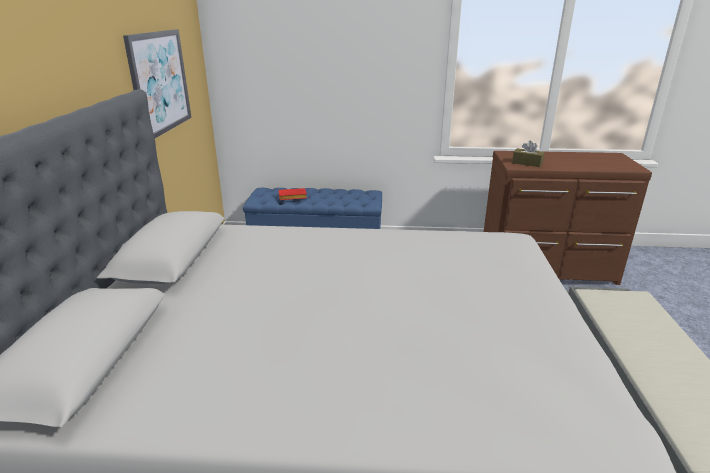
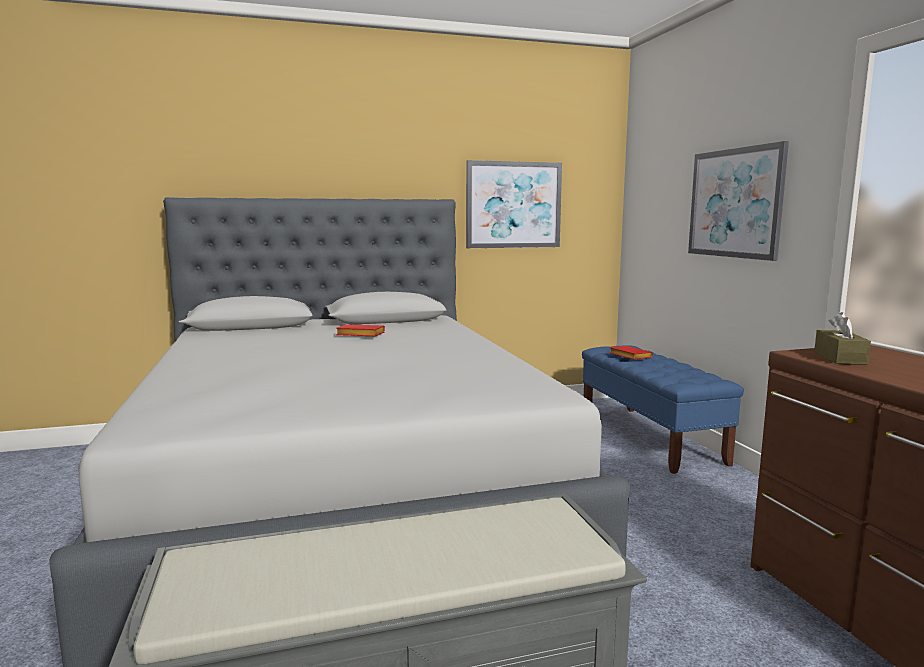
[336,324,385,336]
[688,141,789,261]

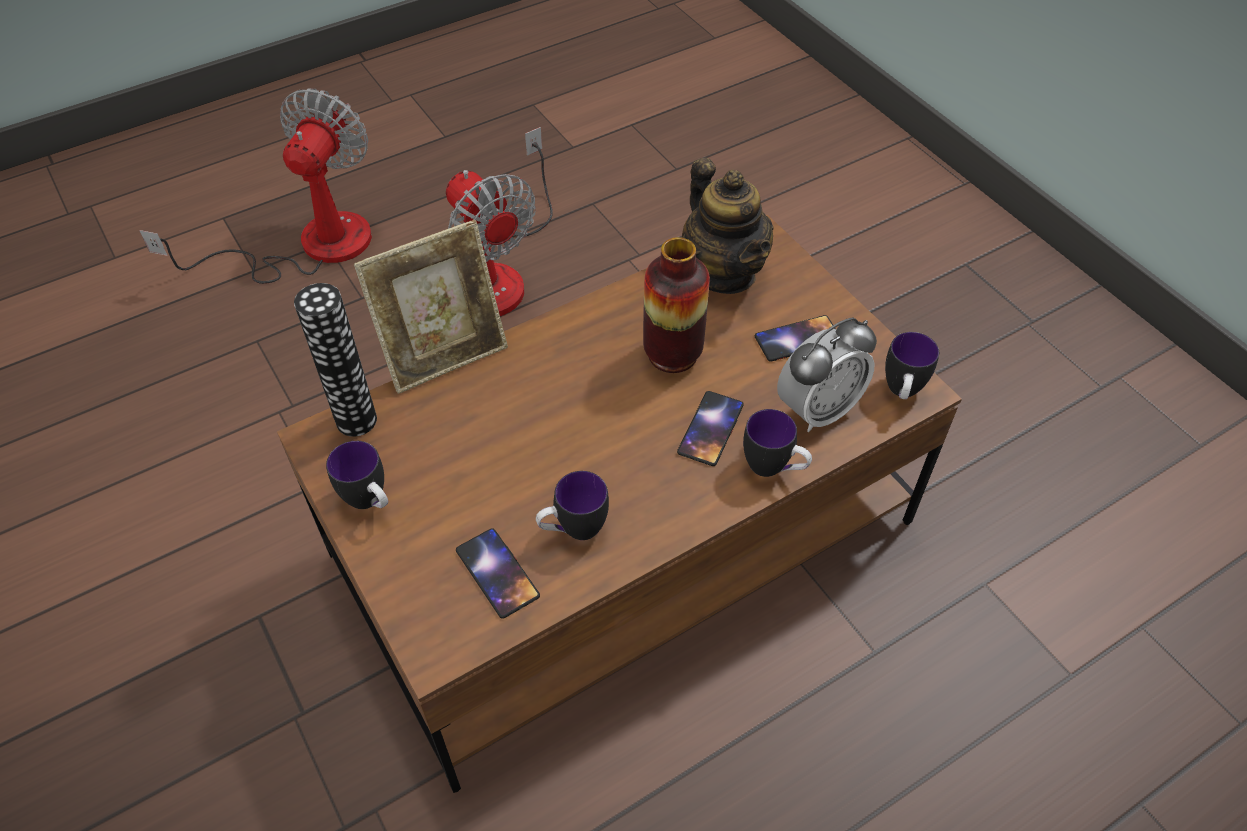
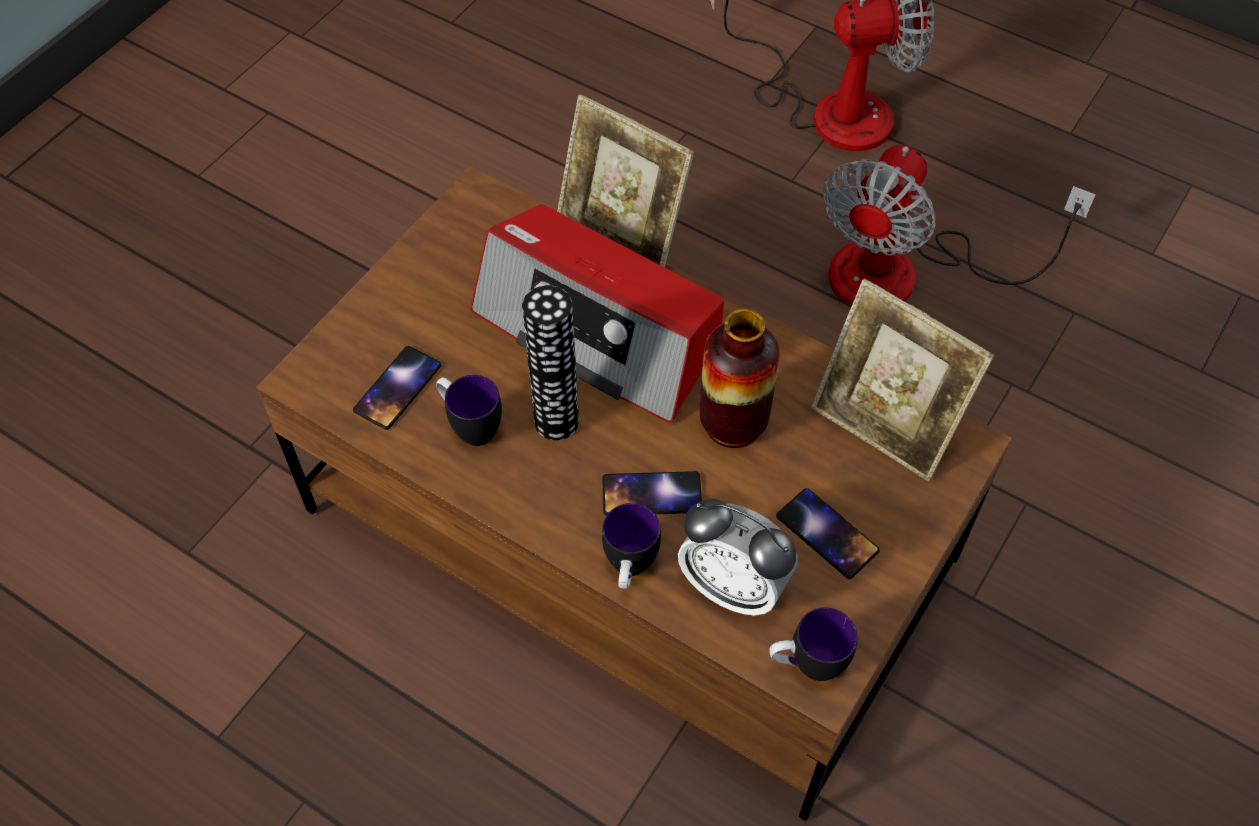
[326,441,388,509] (first image)
[470,204,724,424]
[522,285,579,440]
[811,279,994,482]

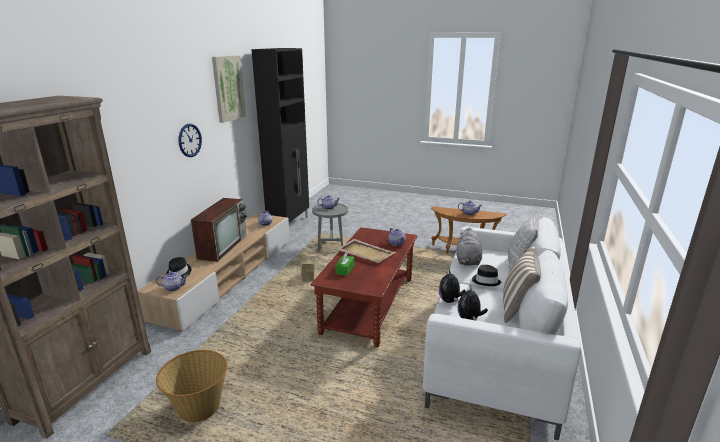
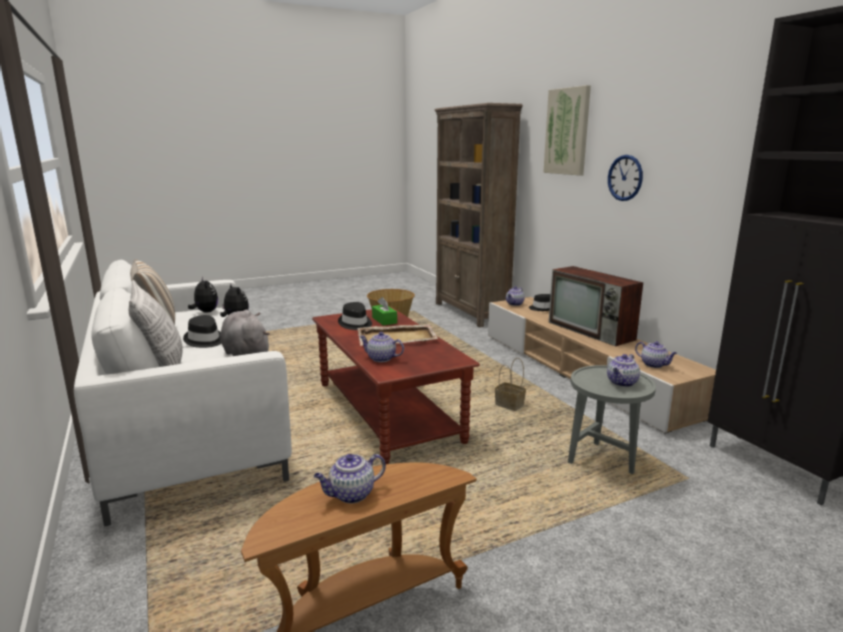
[338,302,372,330]
[543,85,591,175]

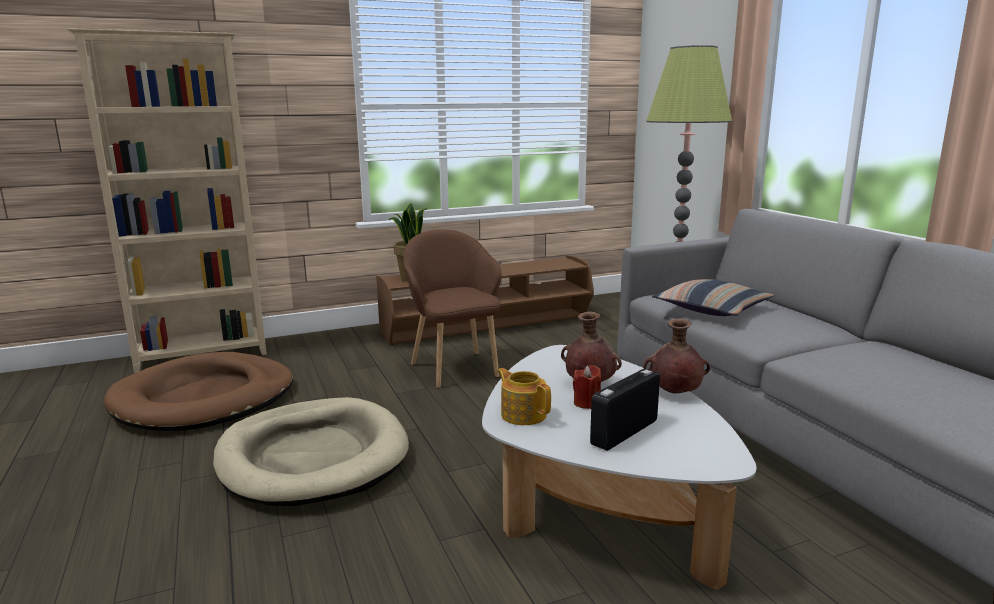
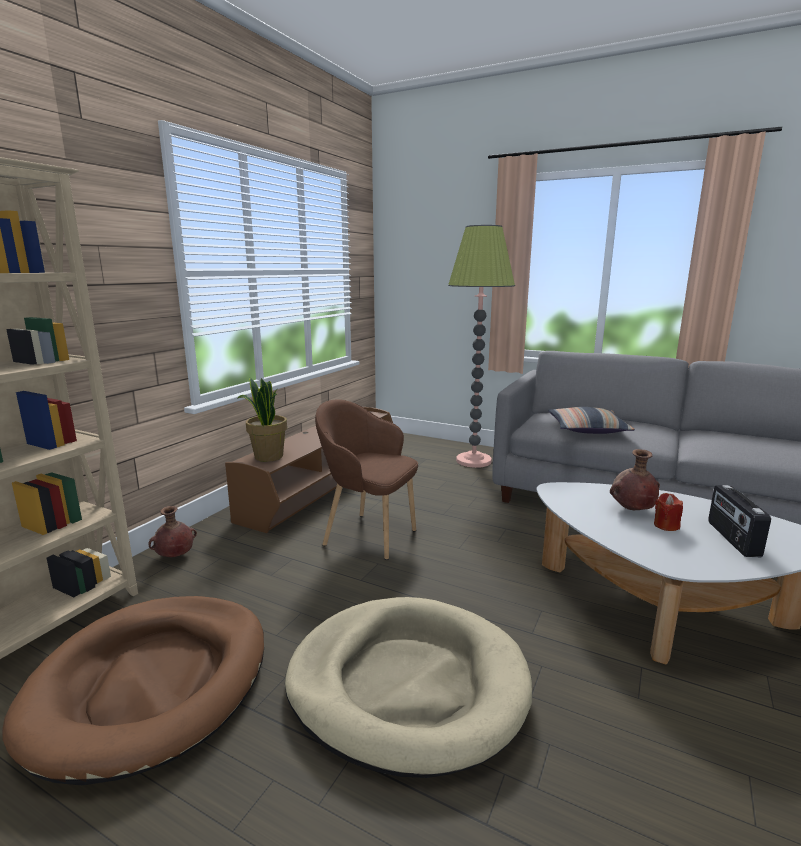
[497,368,551,425] (first image)
[148,506,197,557]

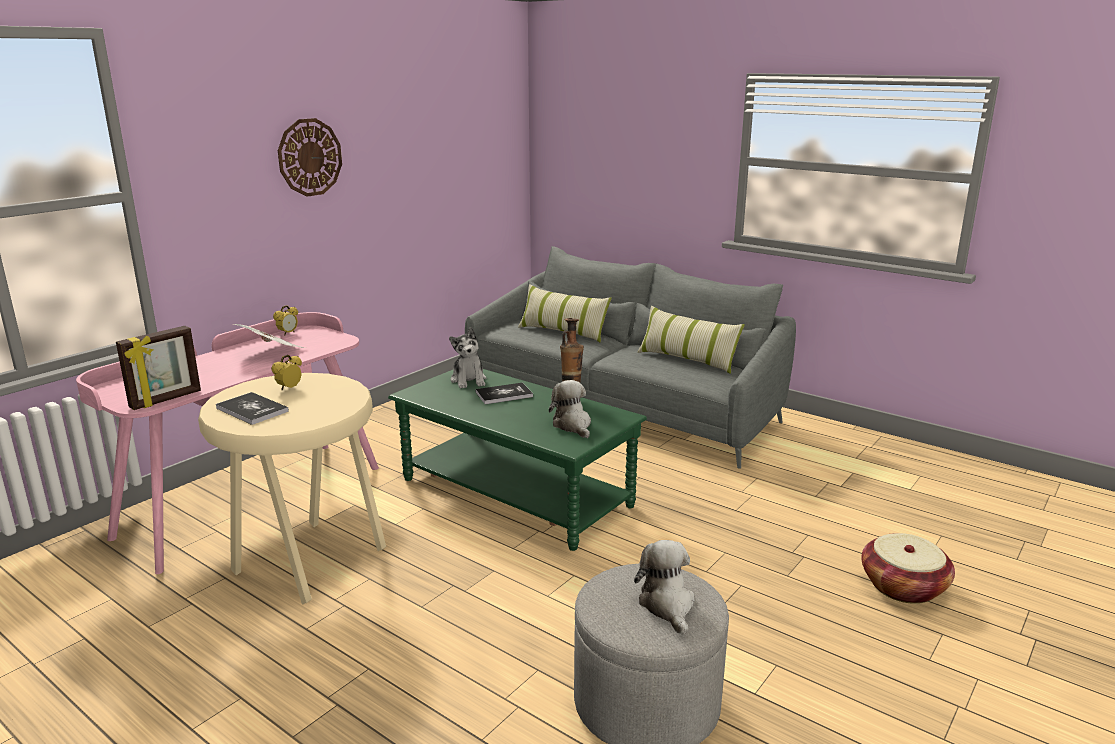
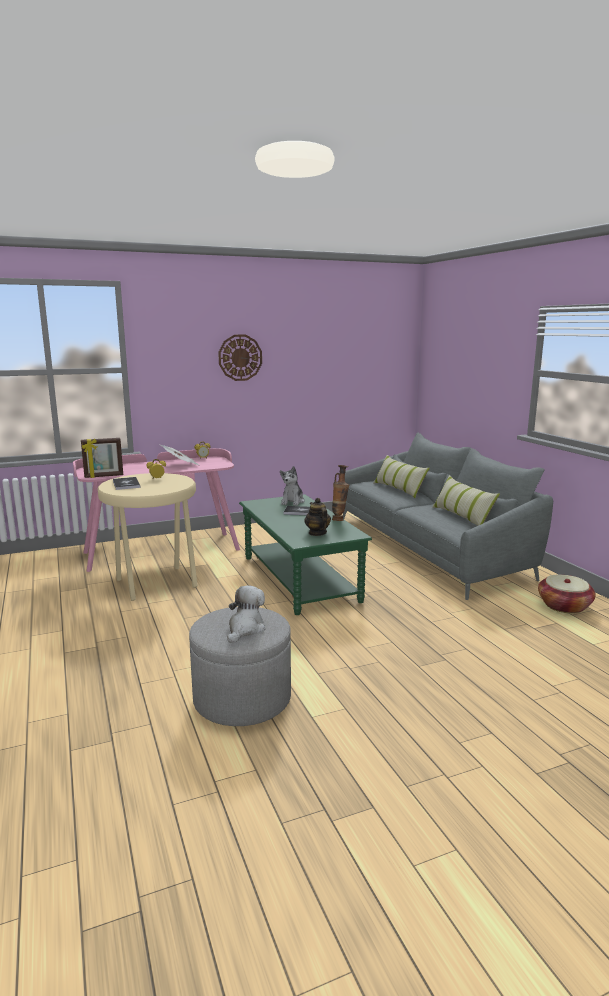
[538,575,596,614]
[304,498,331,536]

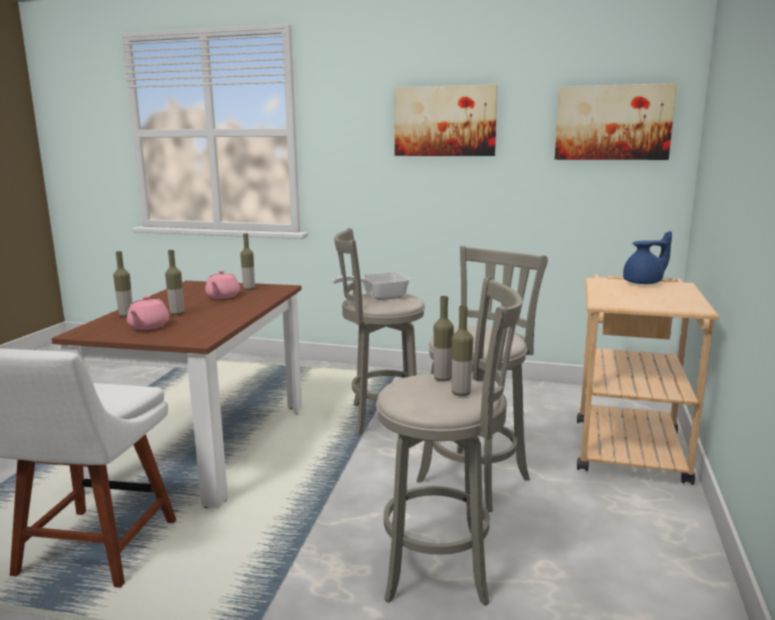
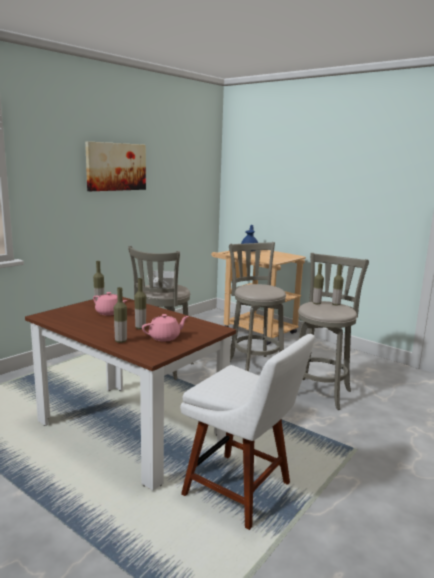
[555,83,677,160] (first image)
[142,314,189,341]

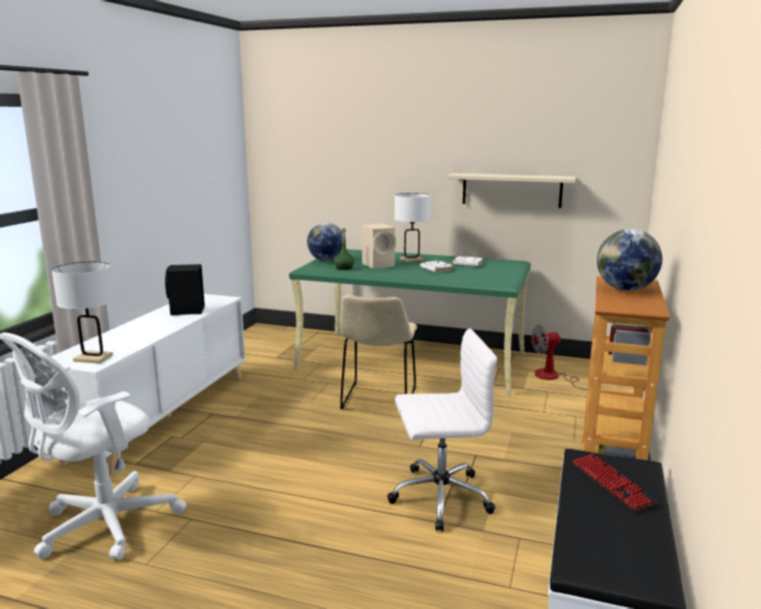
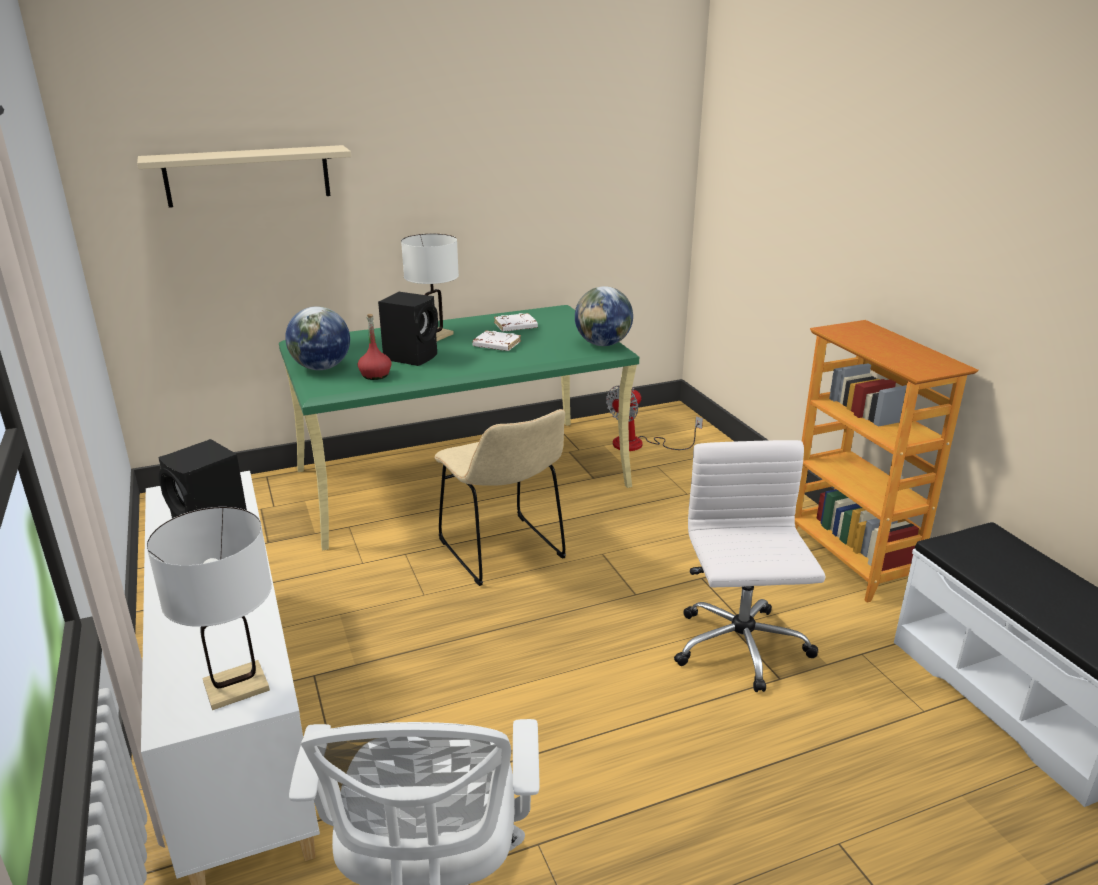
[572,453,658,512] (first image)
[137,145,351,208]
[575,286,633,346]
[358,314,392,380]
[378,292,438,366]
[674,440,825,692]

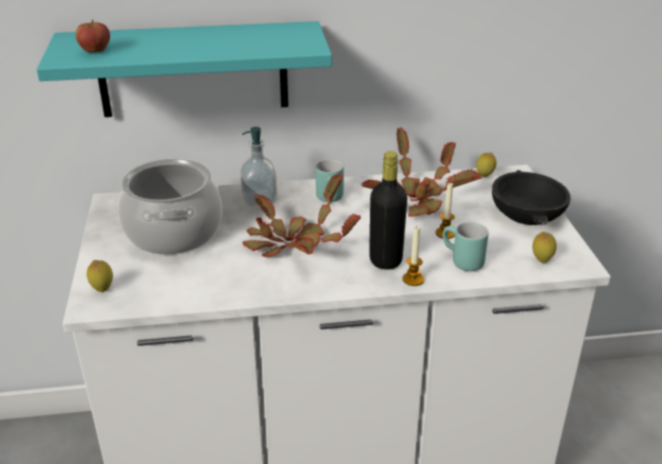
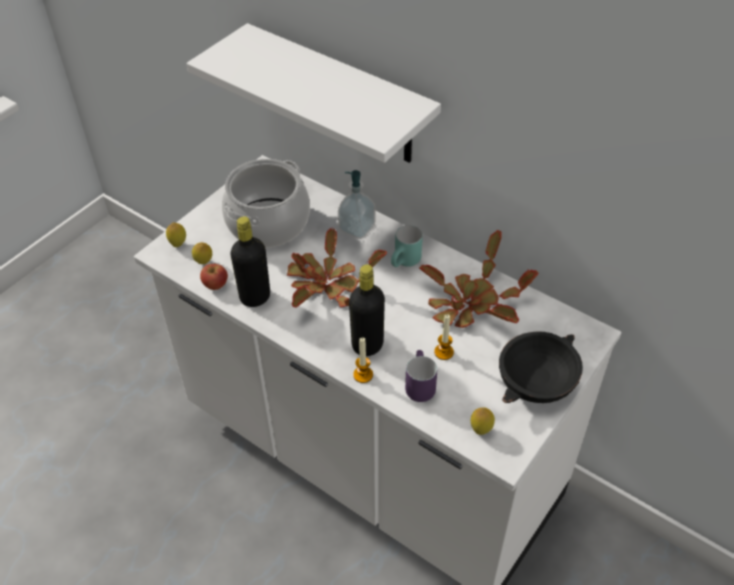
[230,216,270,307]
[200,264,228,290]
[192,242,212,264]
[186,23,441,163]
[405,350,437,402]

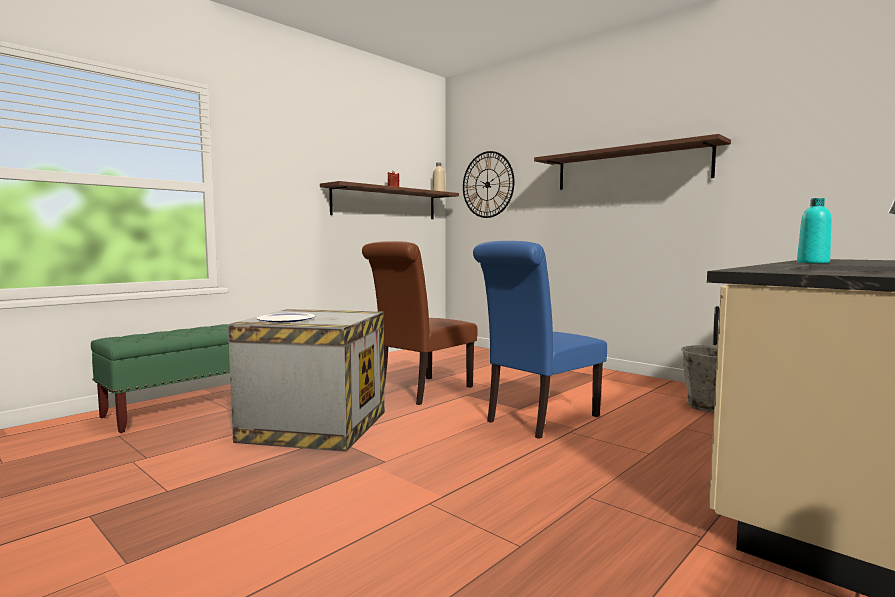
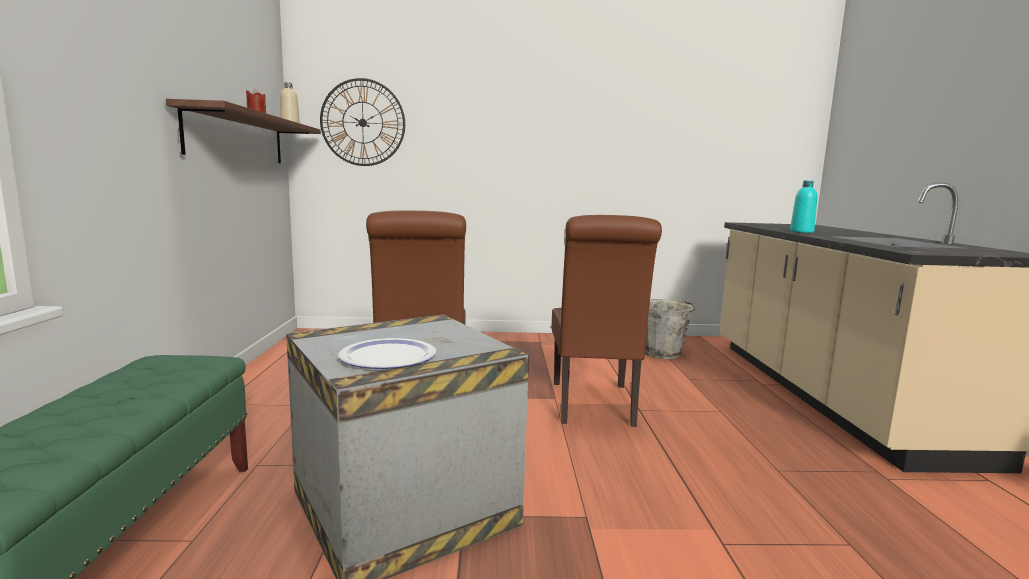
[534,134,731,190] (first image)
[551,215,662,427]

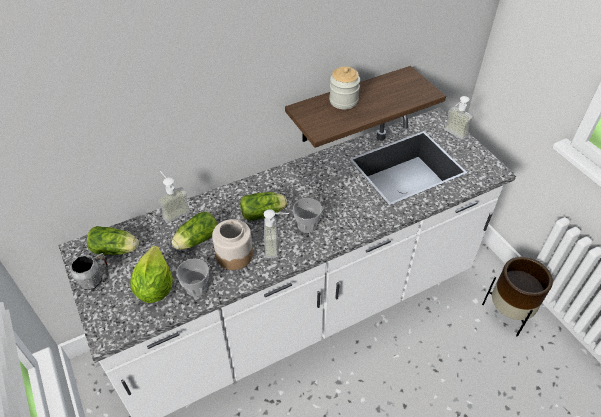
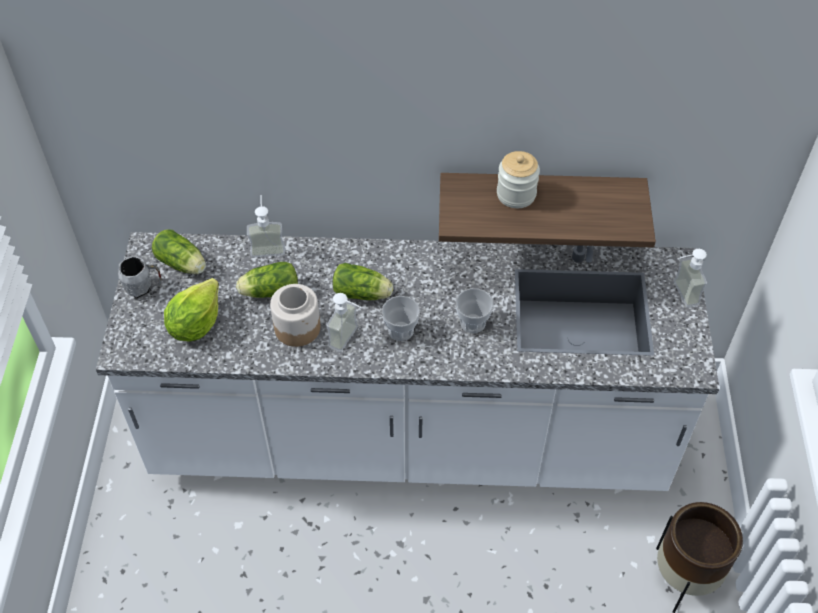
[456,288,494,333]

